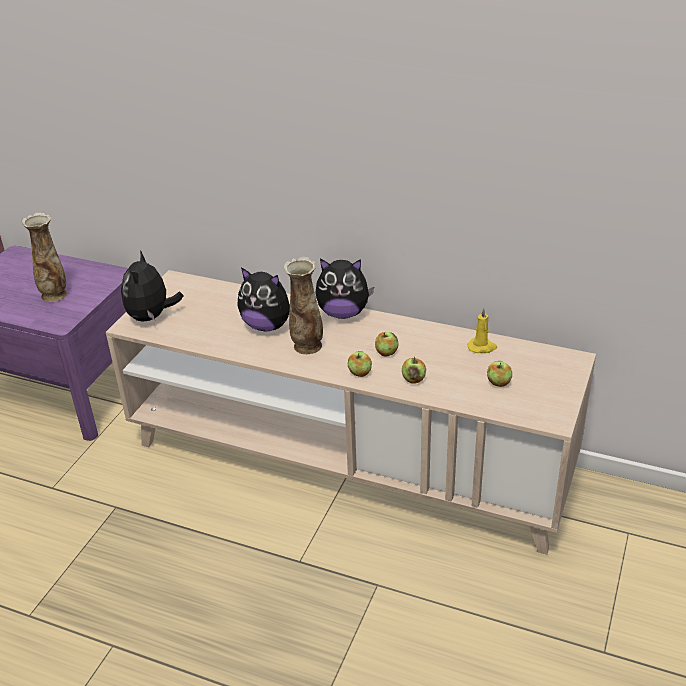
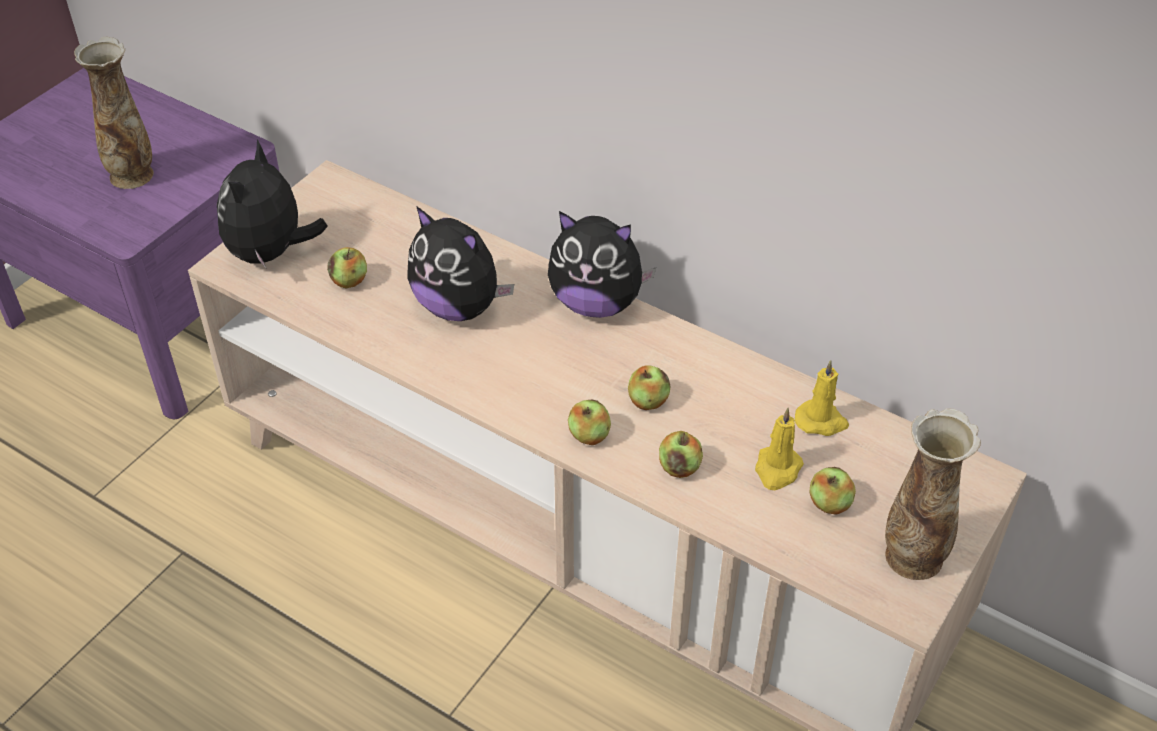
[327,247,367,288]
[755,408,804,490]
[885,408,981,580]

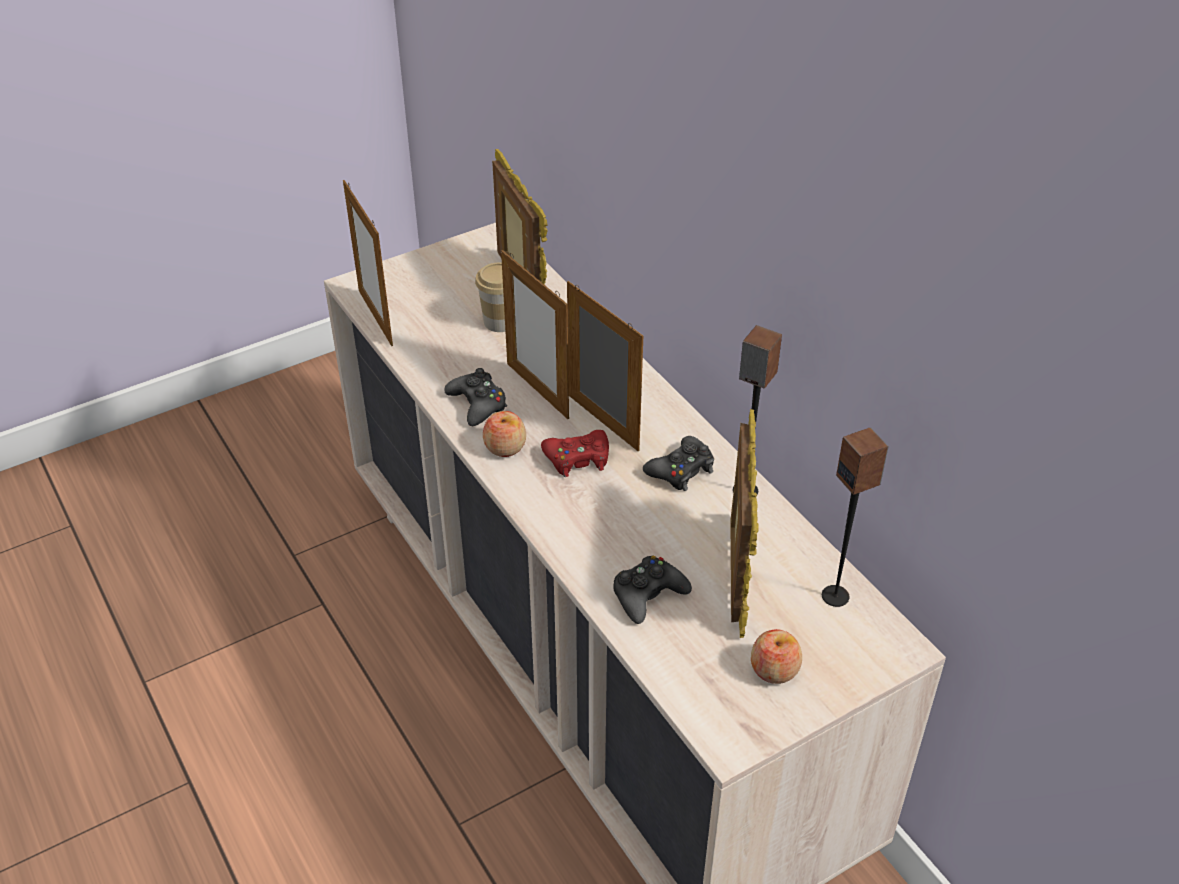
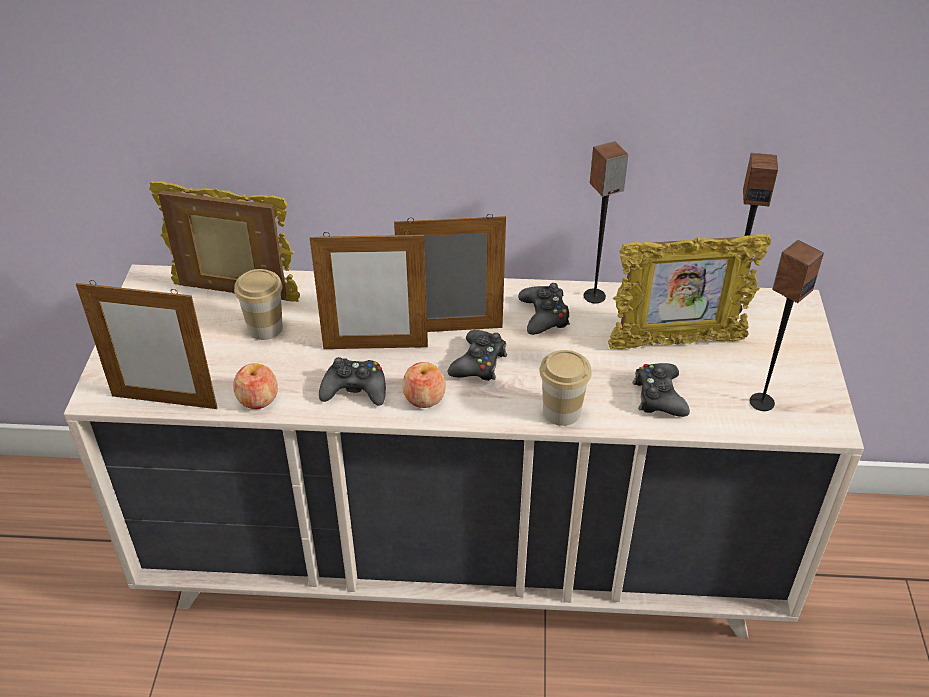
[539,350,592,426]
[750,240,824,411]
[233,363,278,409]
[448,330,507,381]
[608,234,771,349]

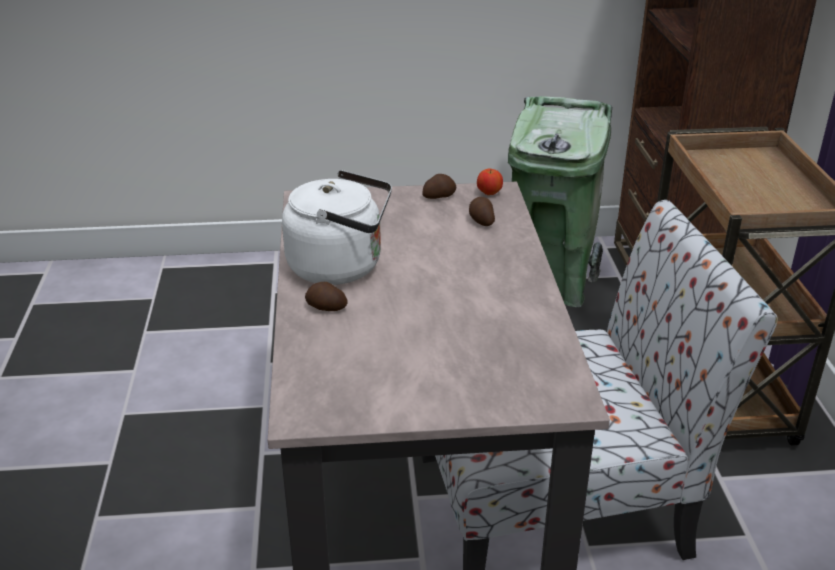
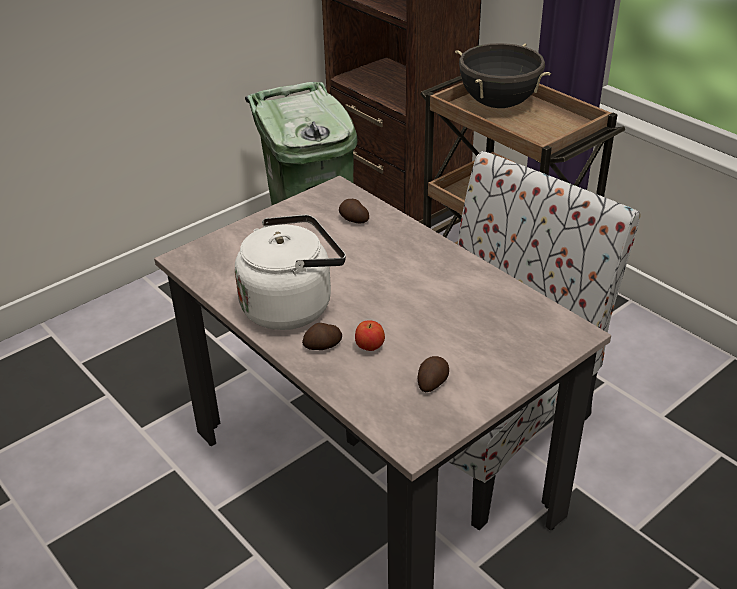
[455,43,551,108]
[418,356,449,392]
[355,321,385,351]

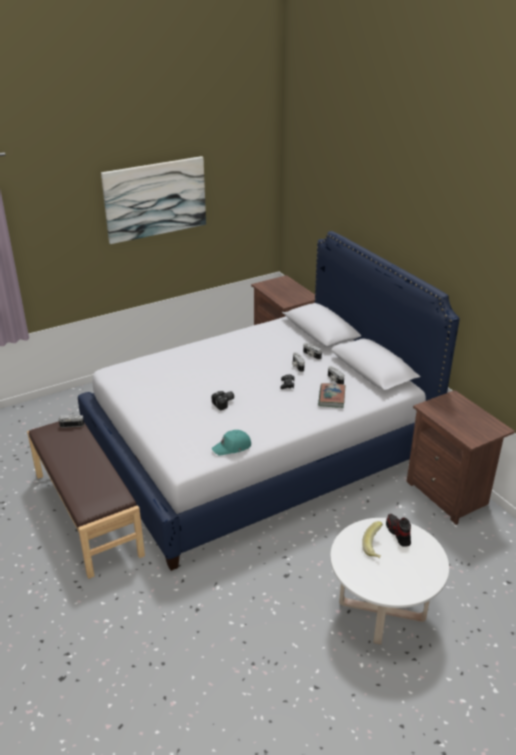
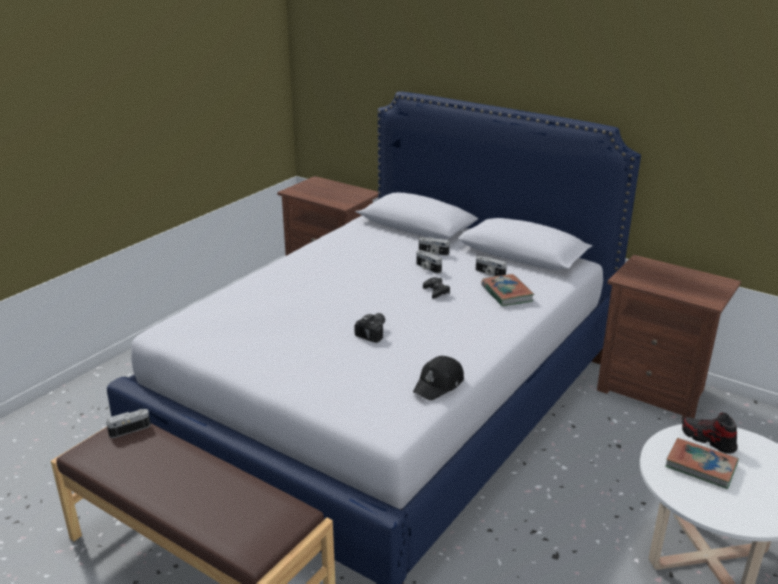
[101,156,206,244] (first image)
[665,438,739,489]
[413,356,464,400]

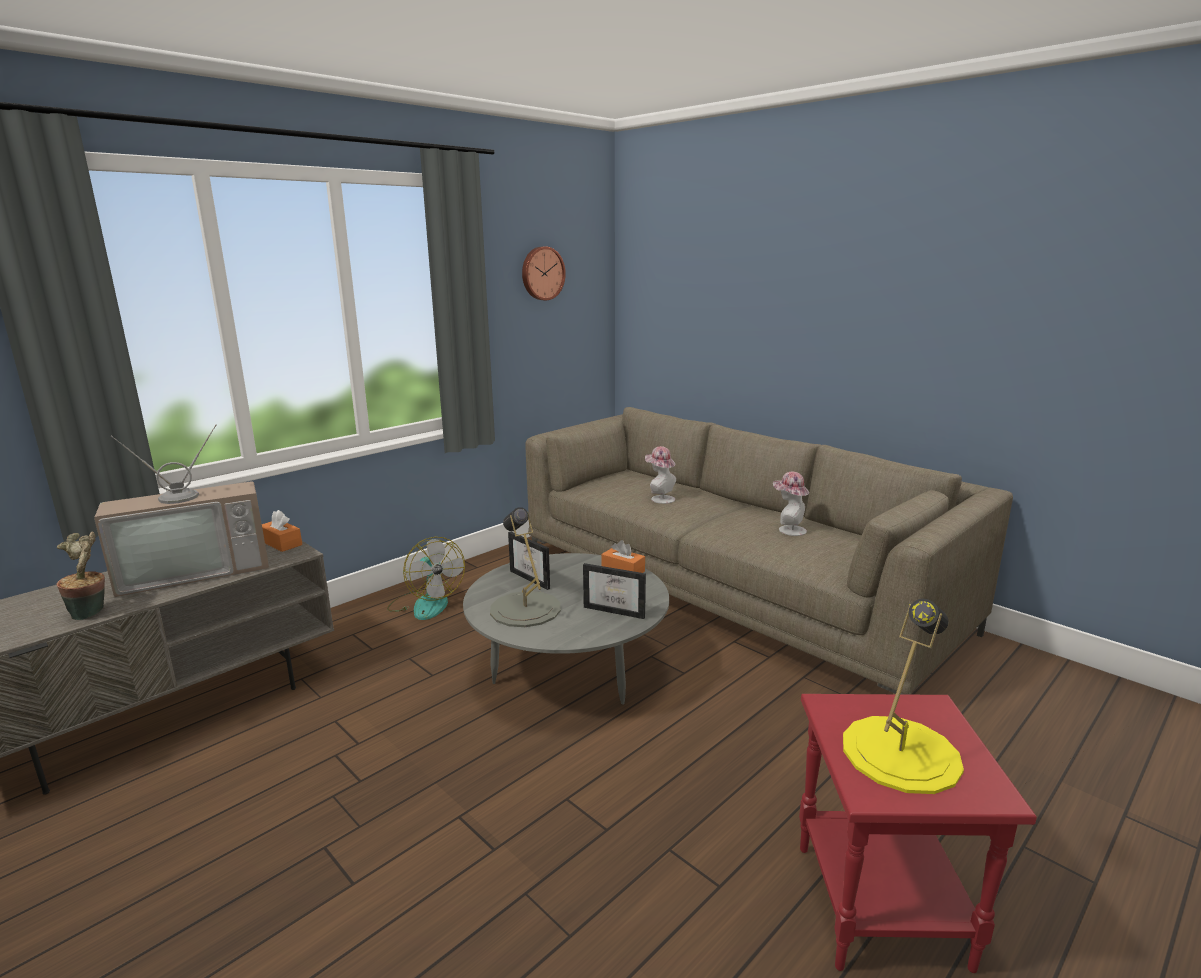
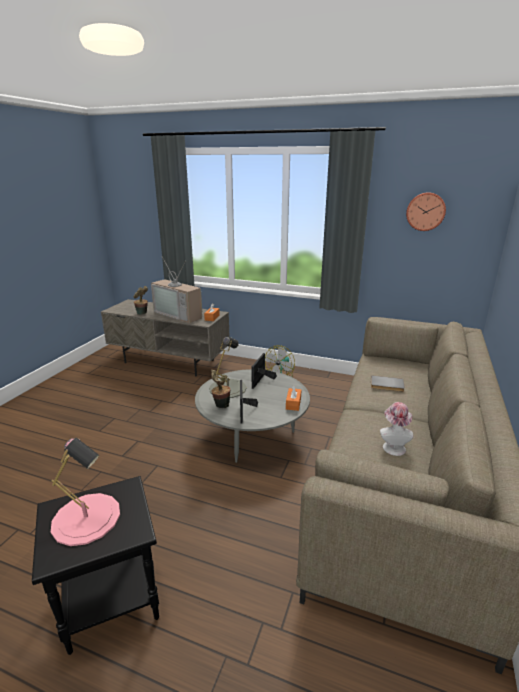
[211,370,230,408]
[371,375,405,392]
[32,476,159,655]
[51,438,120,546]

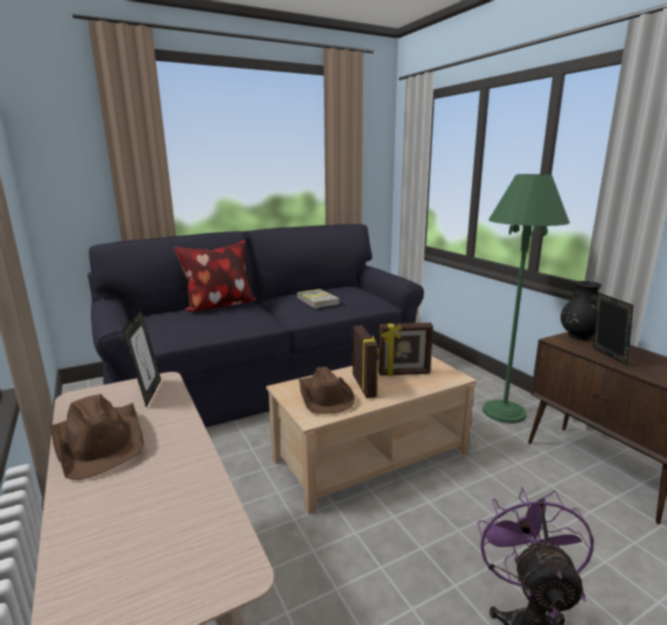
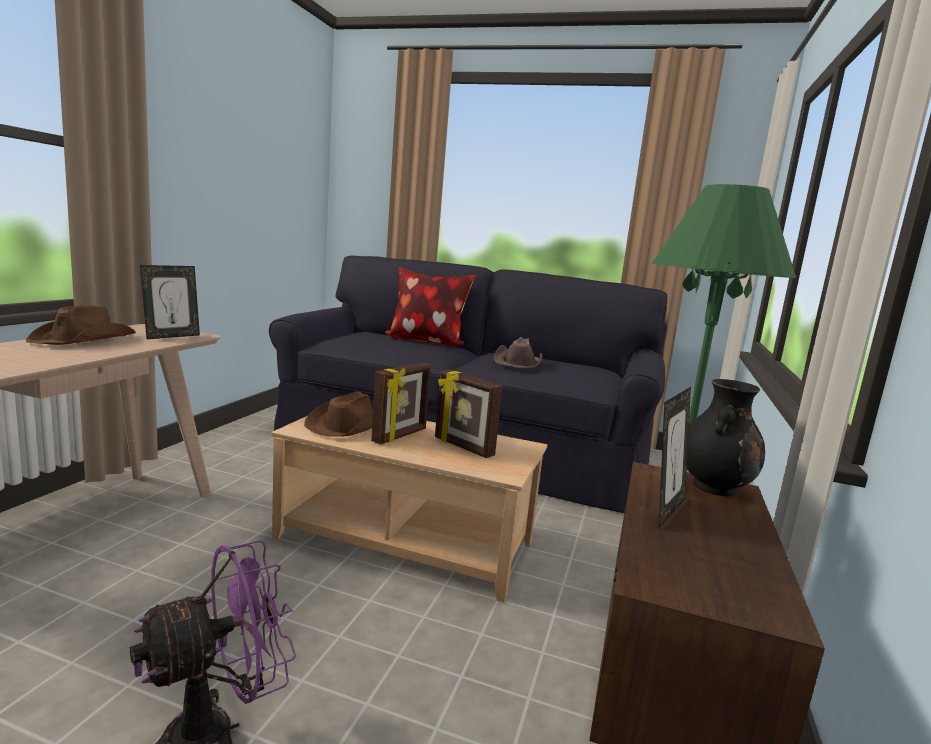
[494,337,543,369]

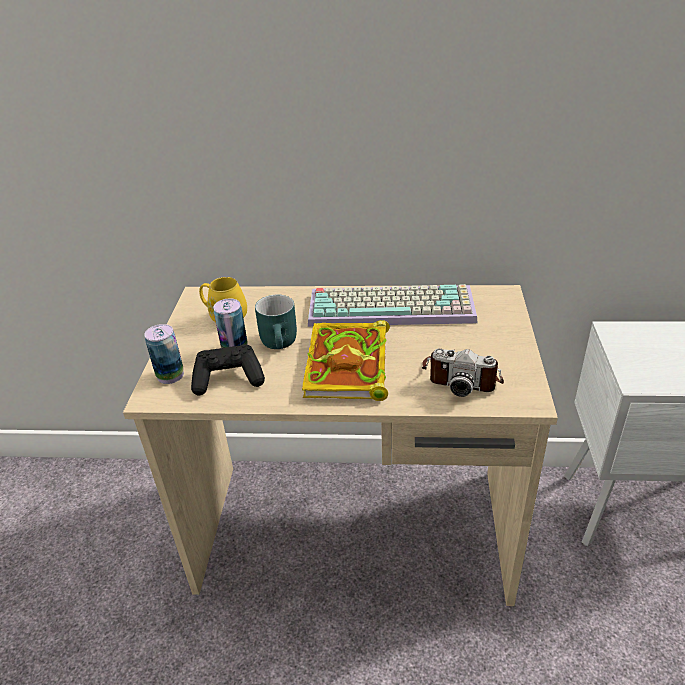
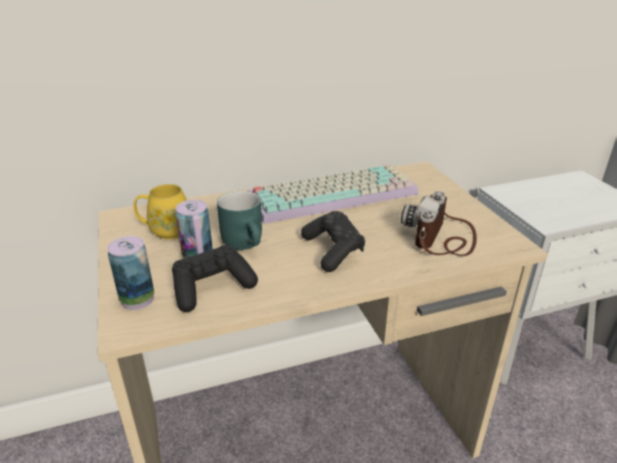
[301,211,365,272]
[401,191,477,256]

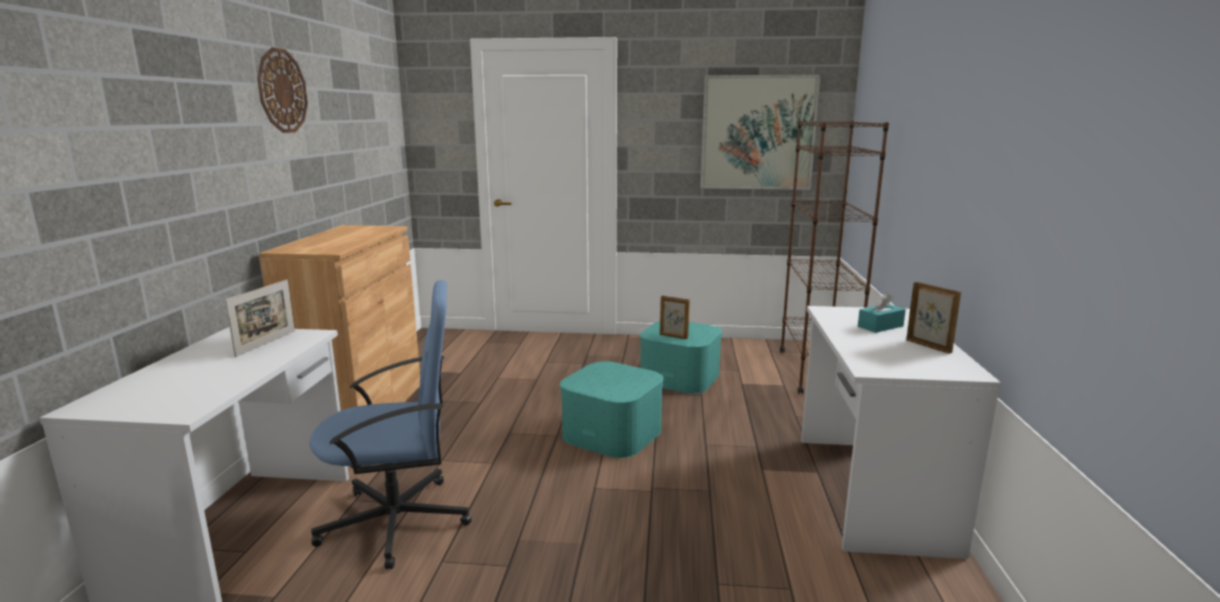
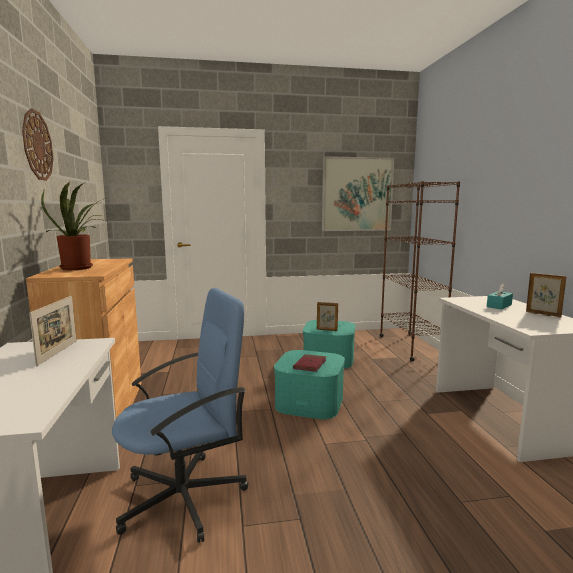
[41,182,105,270]
[293,354,327,372]

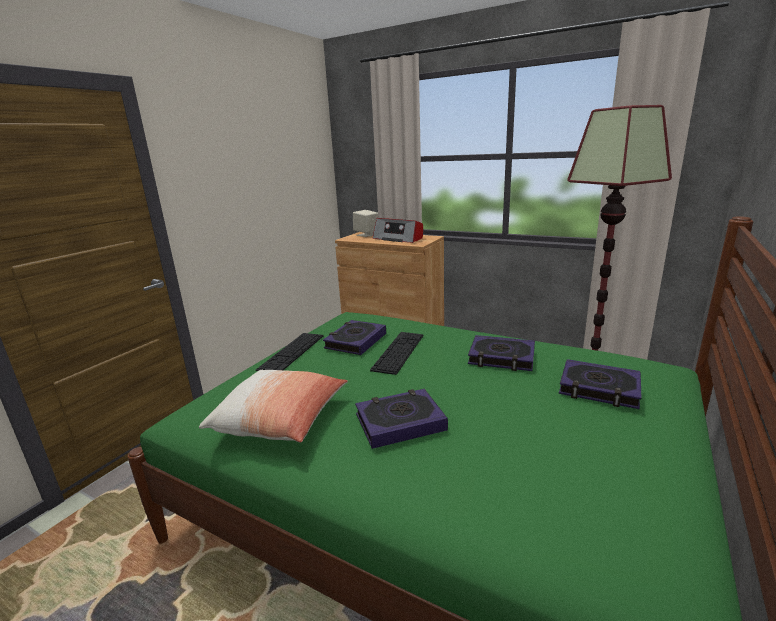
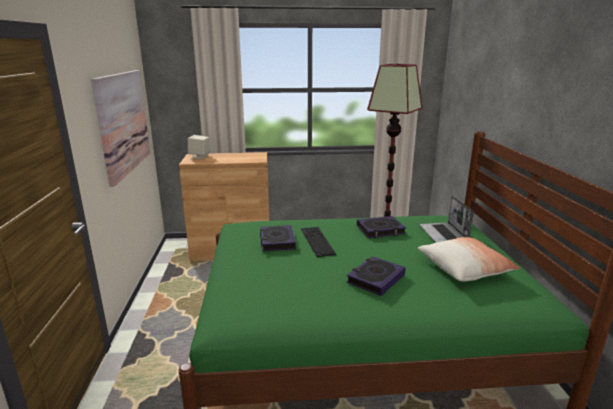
[256,333,323,371] (first image)
[373,218,423,243] (first image)
[91,70,150,187]
[418,237,521,282]
[419,195,474,243]

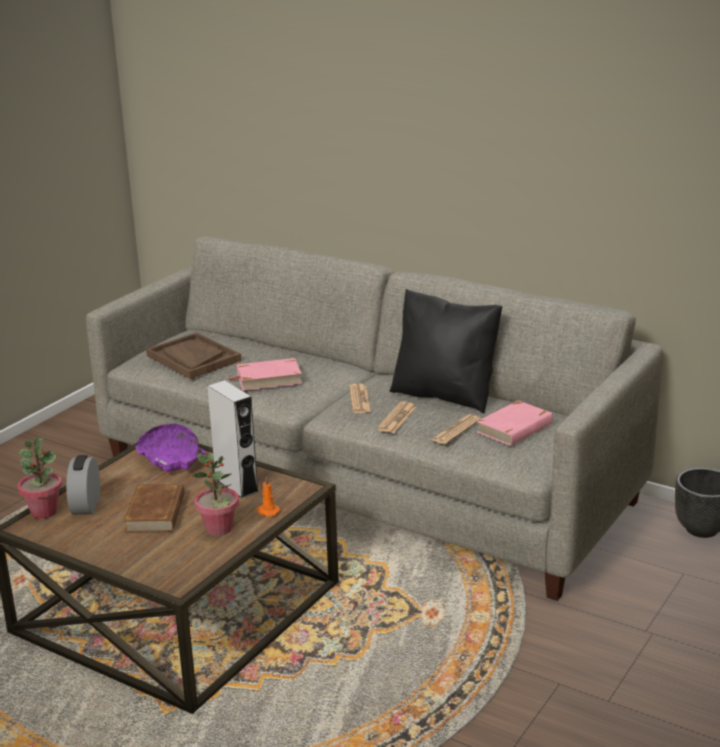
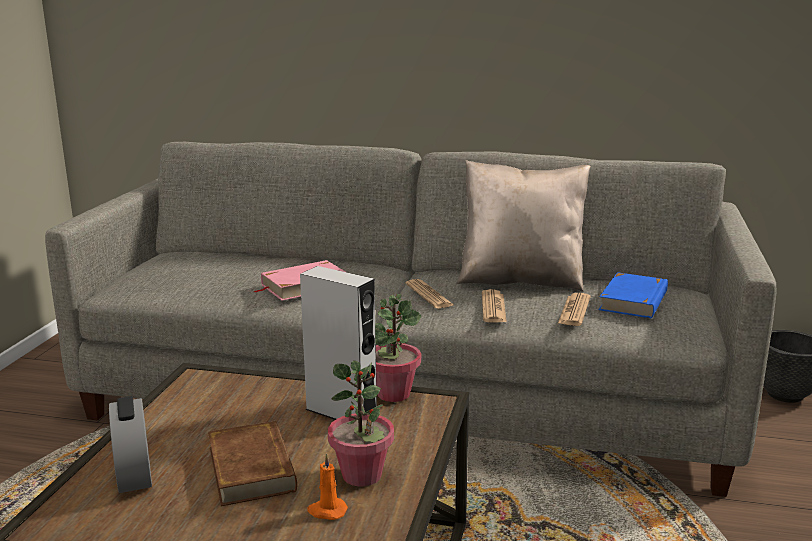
[135,424,207,472] (first image)
[146,333,242,379] (first image)
[375,294,421,402]
[307,454,348,520]
[456,160,591,292]
[599,272,668,318]

